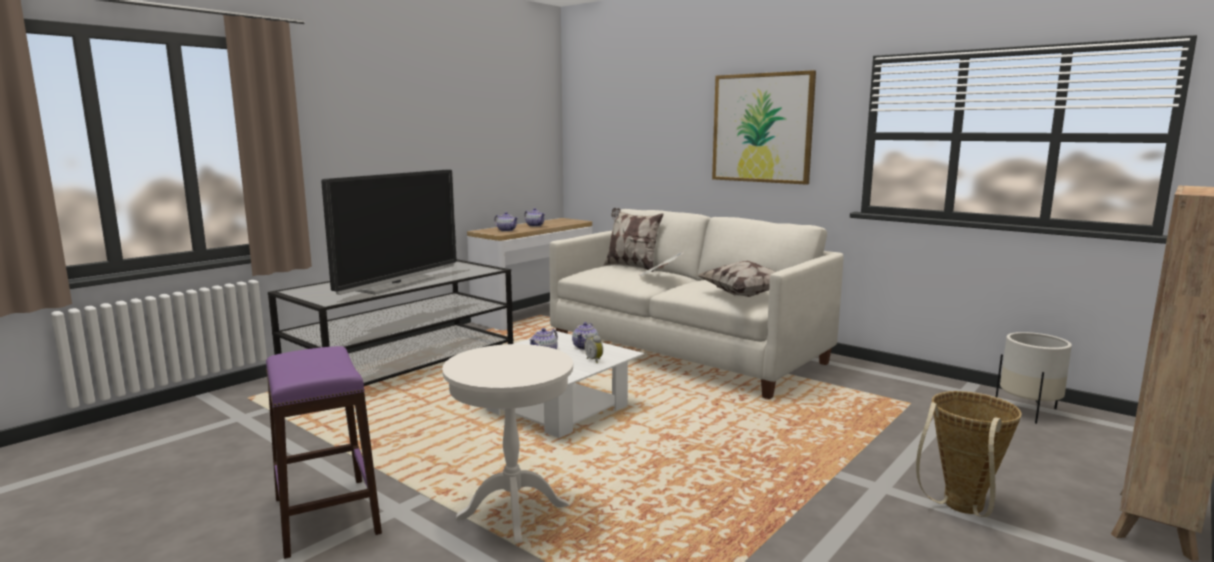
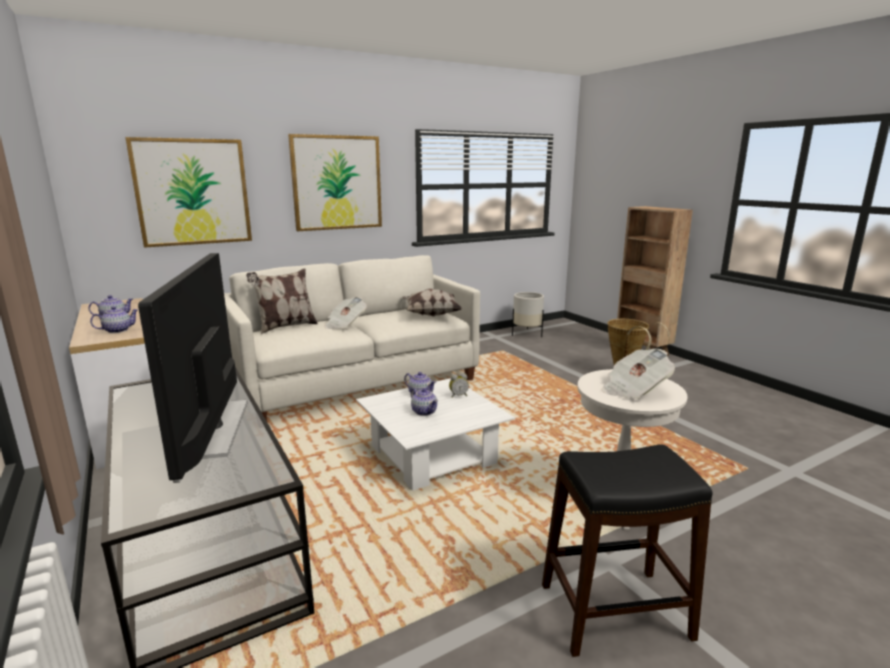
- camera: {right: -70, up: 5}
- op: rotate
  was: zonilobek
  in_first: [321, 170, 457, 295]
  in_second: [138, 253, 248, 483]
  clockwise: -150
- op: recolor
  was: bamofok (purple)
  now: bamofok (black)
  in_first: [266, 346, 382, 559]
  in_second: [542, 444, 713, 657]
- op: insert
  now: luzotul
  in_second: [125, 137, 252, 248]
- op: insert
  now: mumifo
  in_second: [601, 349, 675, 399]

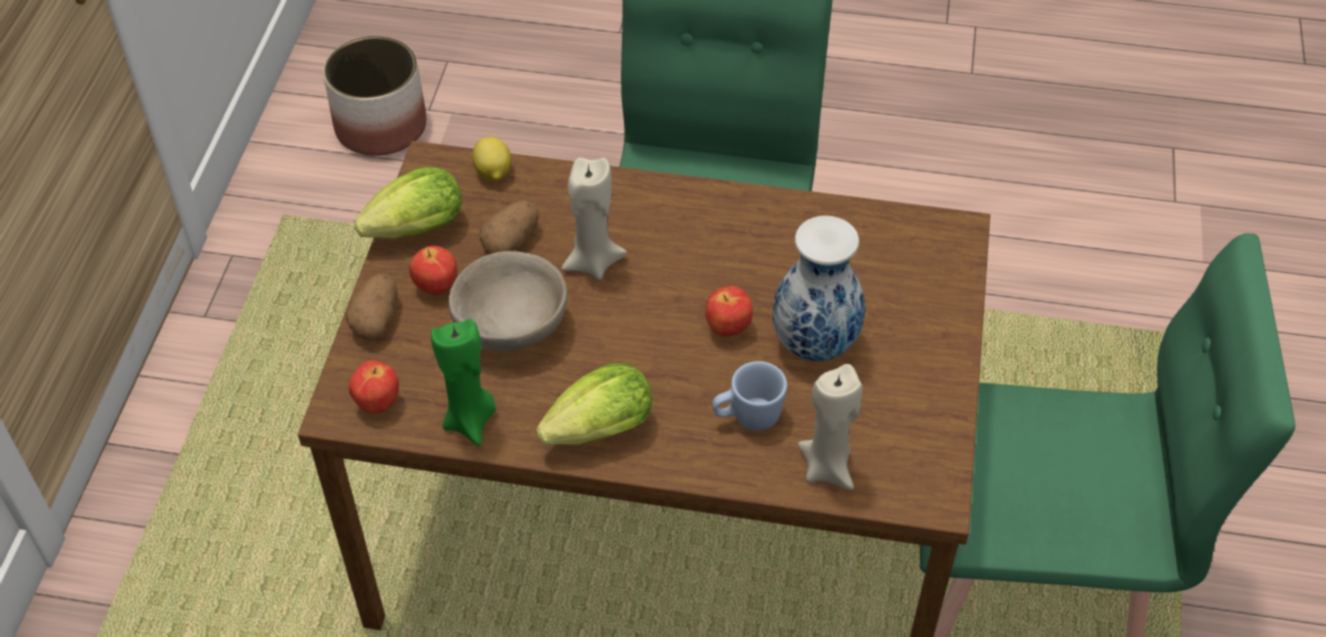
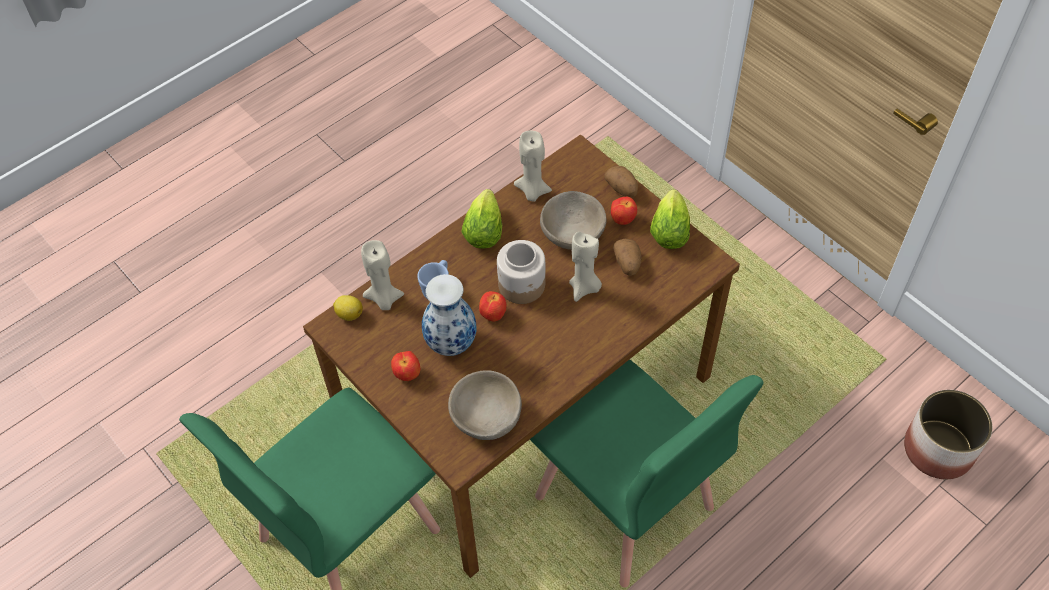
- camera: {right: 130, up: 5}
- op: move
  was: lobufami
  in_first: [472, 137, 512, 181]
  in_second: [333, 295, 363, 321]
- op: recolor
  was: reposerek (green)
  now: reposerek (beige)
  in_first: [431, 319, 496, 446]
  in_second: [514, 130, 552, 202]
- op: move
  was: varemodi
  in_first: [349, 360, 399, 414]
  in_second: [391, 351, 420, 381]
- op: insert
  now: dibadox
  in_second: [497, 240, 545, 304]
- op: insert
  now: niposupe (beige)
  in_second: [448, 370, 522, 440]

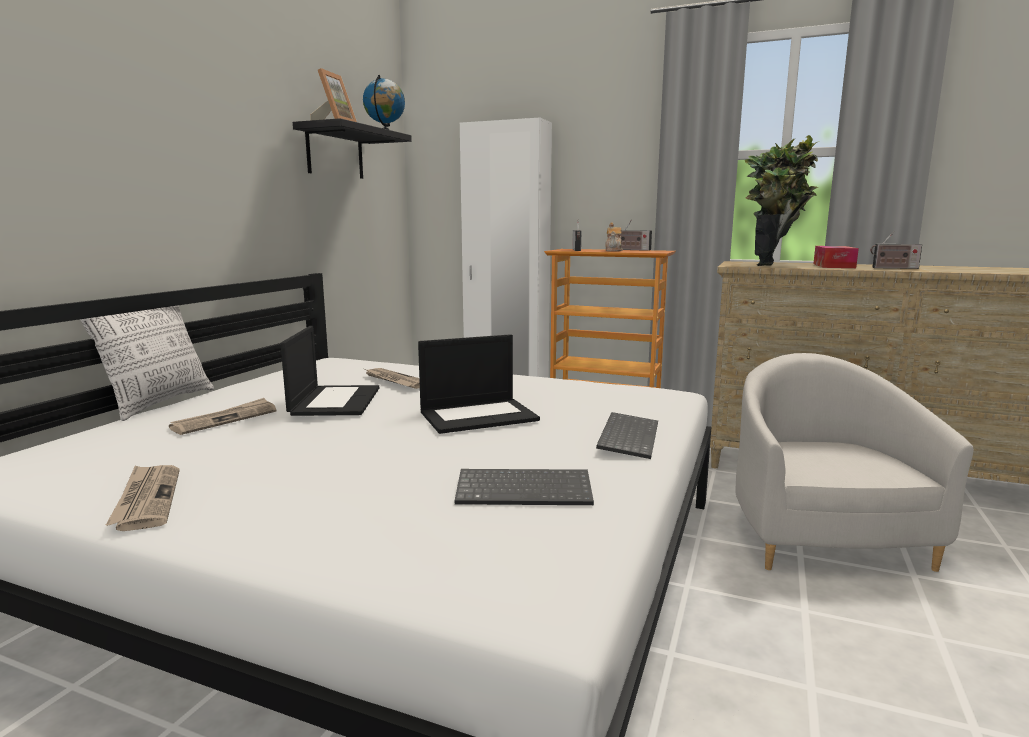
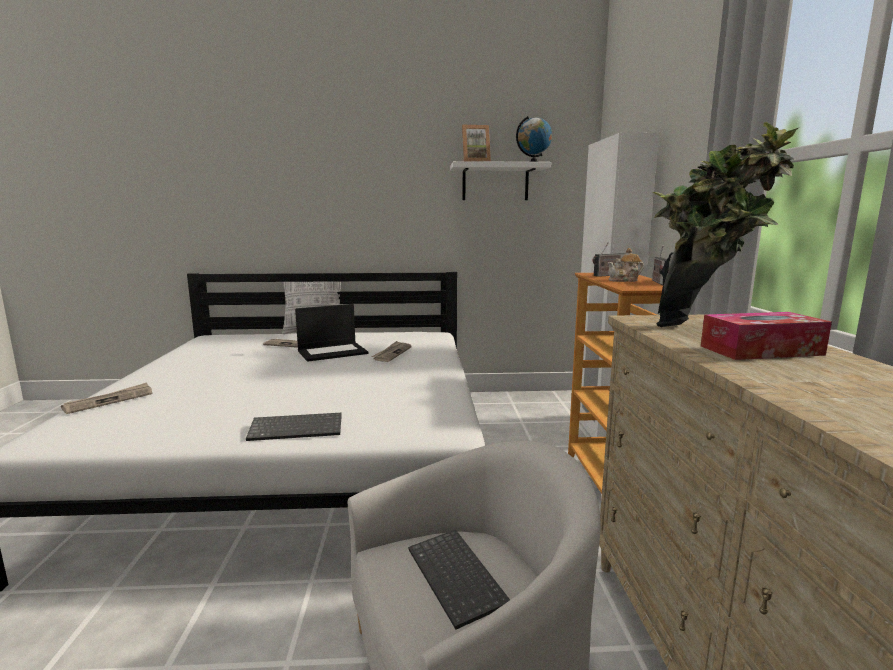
- camera: {right: 65, up: 0}
- op: recolor
  was: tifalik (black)
  now: tifalik (white)
  in_first: [293, 118, 412, 179]
  in_second: [450, 161, 551, 200]
- op: delete
  was: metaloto
  in_first: [871, 231, 922, 269]
- op: delete
  was: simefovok
  in_first: [418, 334, 540, 434]
- op: move
  was: mumifo
  in_first: [106, 465, 179, 531]
  in_second: [61, 382, 153, 414]
- op: move
  was: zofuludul
  in_first: [455, 469, 594, 505]
  in_second: [408, 529, 510, 629]

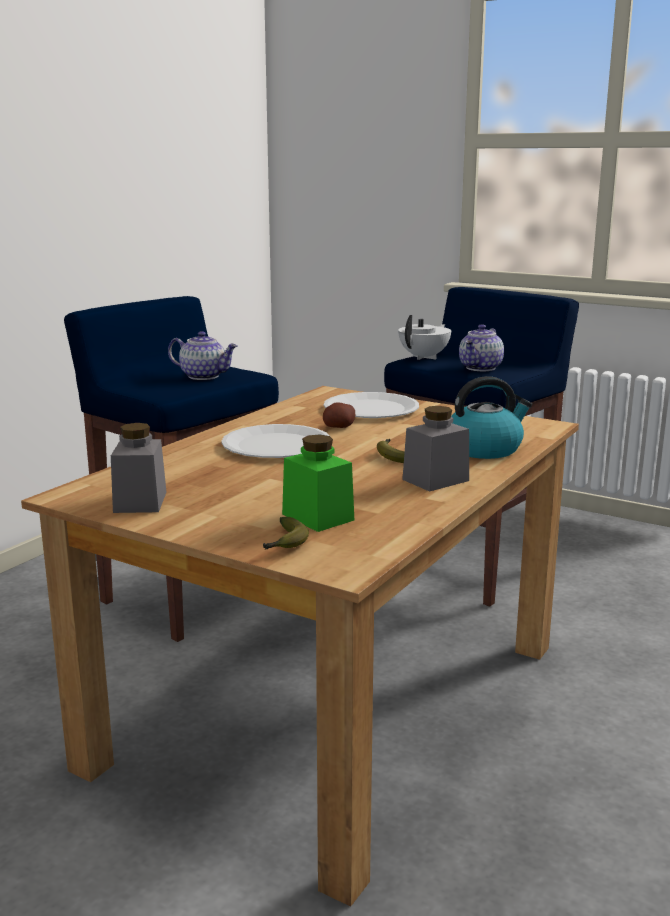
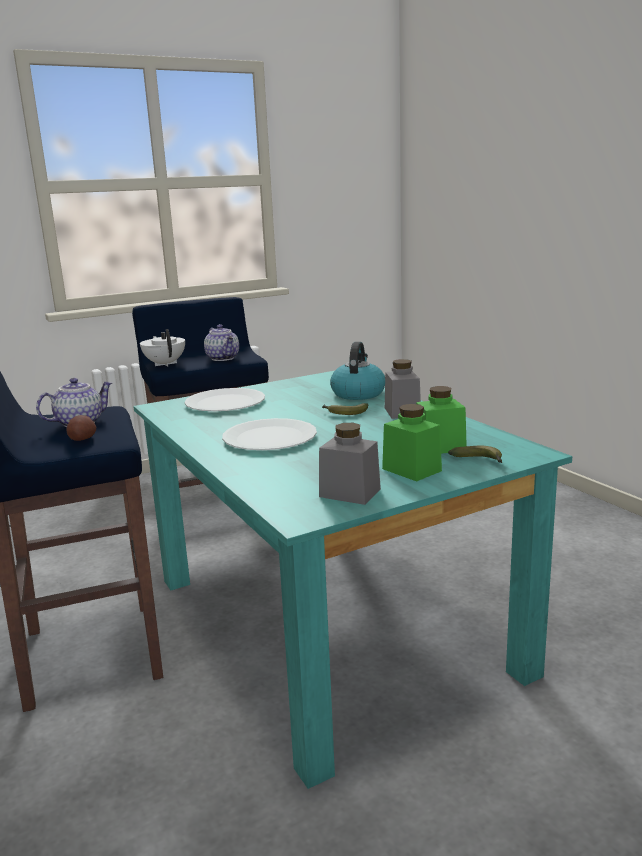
- camera: {right: -60, up: 0}
- op: recolor
  was: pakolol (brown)
  now: pakolol (turquoise)
  in_first: [21, 386, 579, 907]
  in_second: [133, 371, 572, 789]
- op: move
  was: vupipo
  in_first: [323, 402, 355, 428]
  in_second: [66, 415, 96, 441]
- op: insert
  now: dibadox (green)
  in_second: [382, 404, 442, 482]

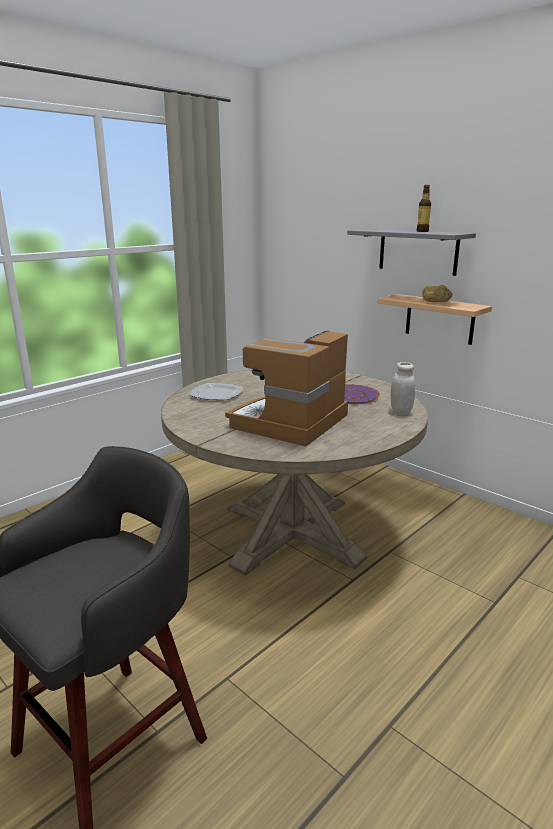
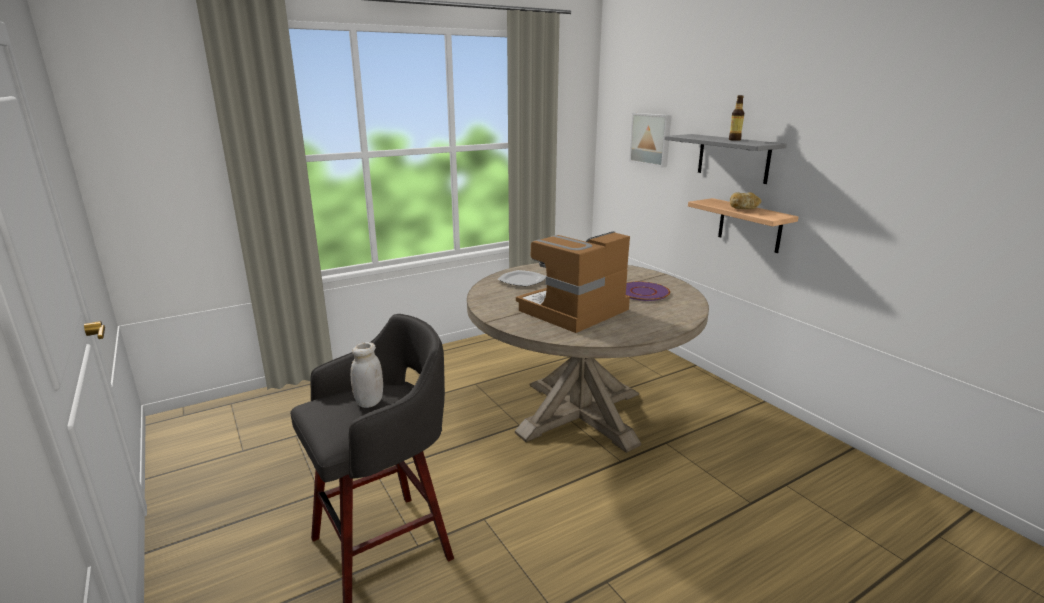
- camera: {right: 15, up: 0}
- op: move
  was: dibadox (white)
  in_first: [391, 362, 415, 414]
  in_second: [351, 342, 383, 408]
- op: insert
  now: luzotul
  in_second: [629, 113, 672, 167]

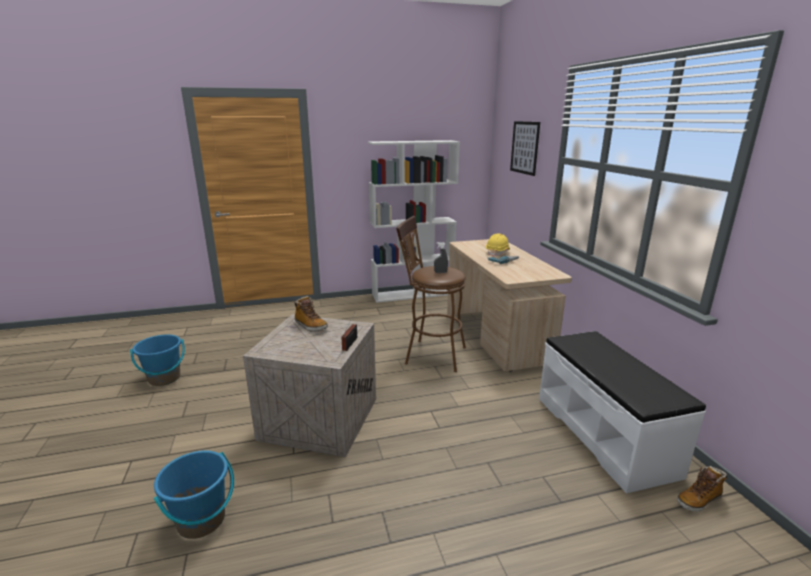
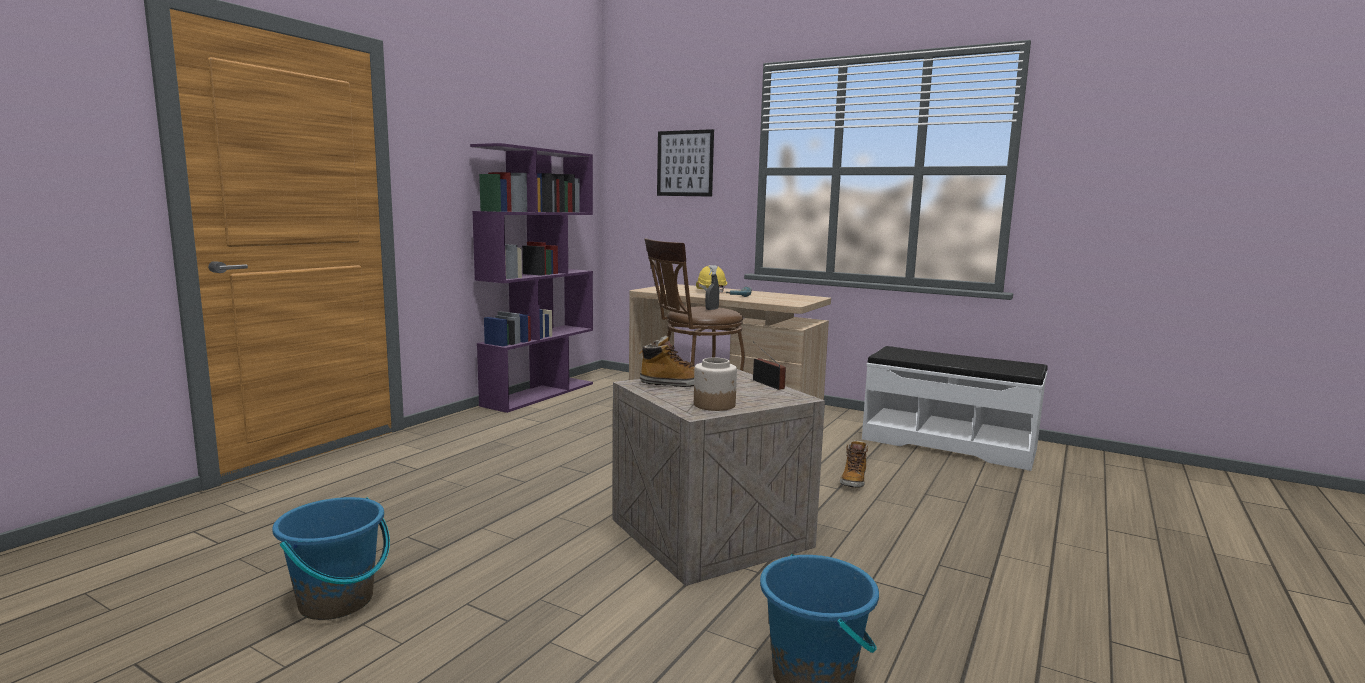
- camera: {right: -45, up: -10}
- op: recolor
  was: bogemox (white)
  now: bogemox (purple)
  in_first: [368, 140, 460, 303]
  in_second: [470, 143, 593, 413]
- op: move
  was: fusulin
  in_first: [677, 466, 727, 512]
  in_second: [840, 440, 868, 488]
- op: insert
  now: dibadox
  in_second: [694, 358, 737, 411]

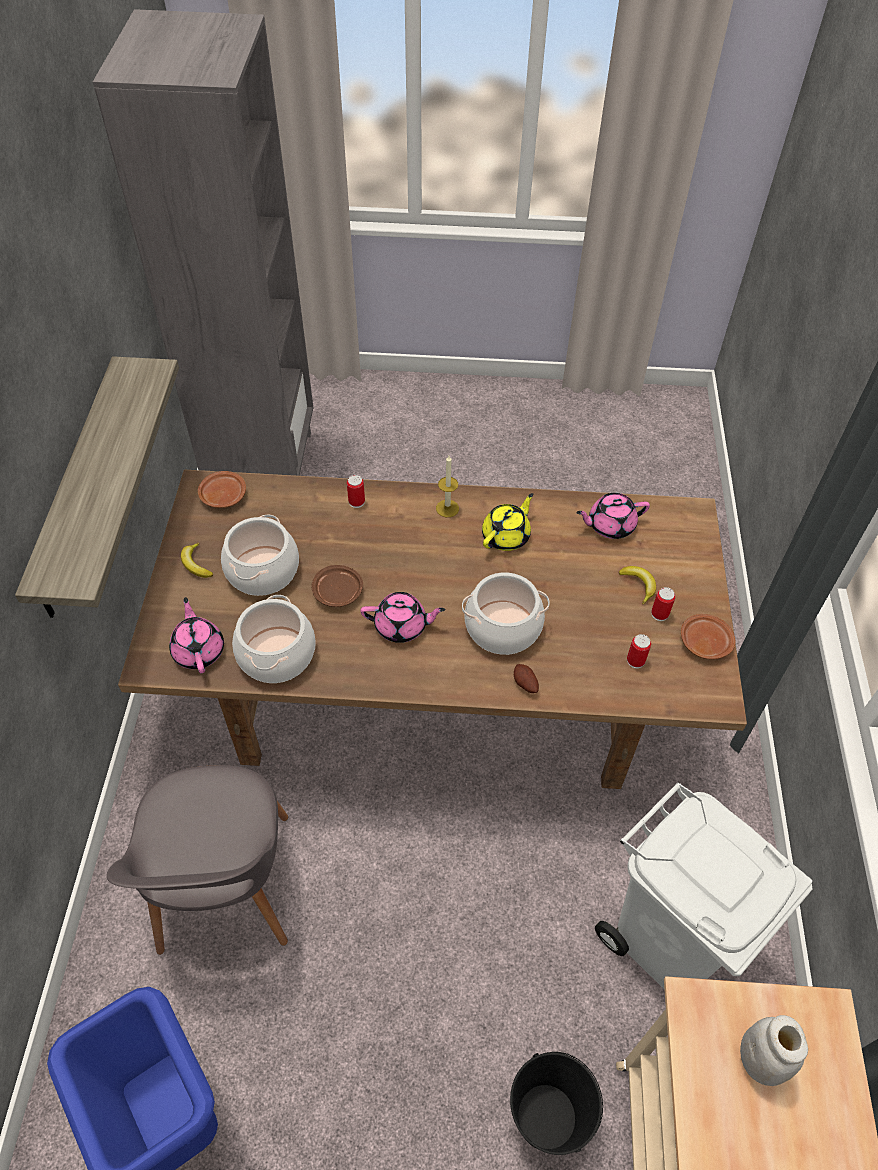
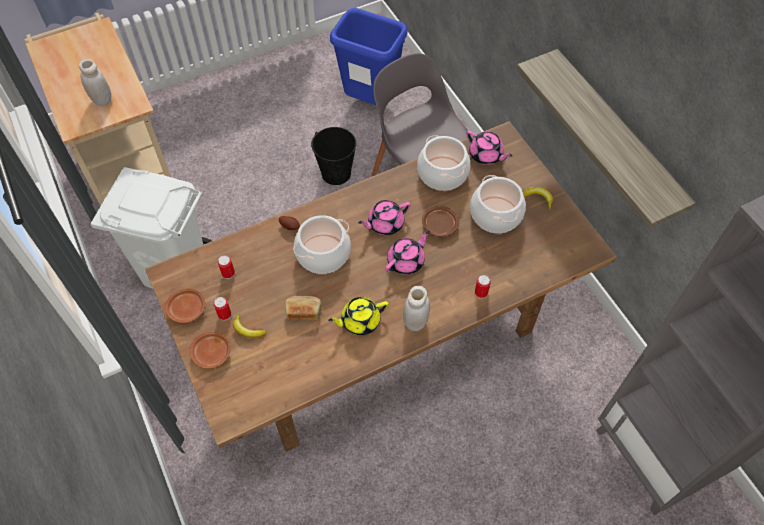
- camera: {right: 150, up: 5}
- op: replace
  was: reposerek
  now: dibadox (white)
  in_first: [436, 456, 459, 517]
  in_second: [403, 286, 430, 331]
- op: move
  was: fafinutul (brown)
  in_first: [198, 471, 246, 508]
  in_second: [189, 332, 231, 369]
- op: rotate
  was: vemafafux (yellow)
  in_first: [482, 493, 533, 551]
  in_second: [328, 297, 389, 335]
  clockwise: 60
- op: move
  was: vemafafux (pink)
  in_first: [576, 493, 650, 539]
  in_second: [385, 231, 429, 275]
- op: move
  was: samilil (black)
  in_first: [510, 1052, 603, 1155]
  in_second: [311, 127, 356, 185]
- op: insert
  now: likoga
  in_second: [285, 296, 322, 320]

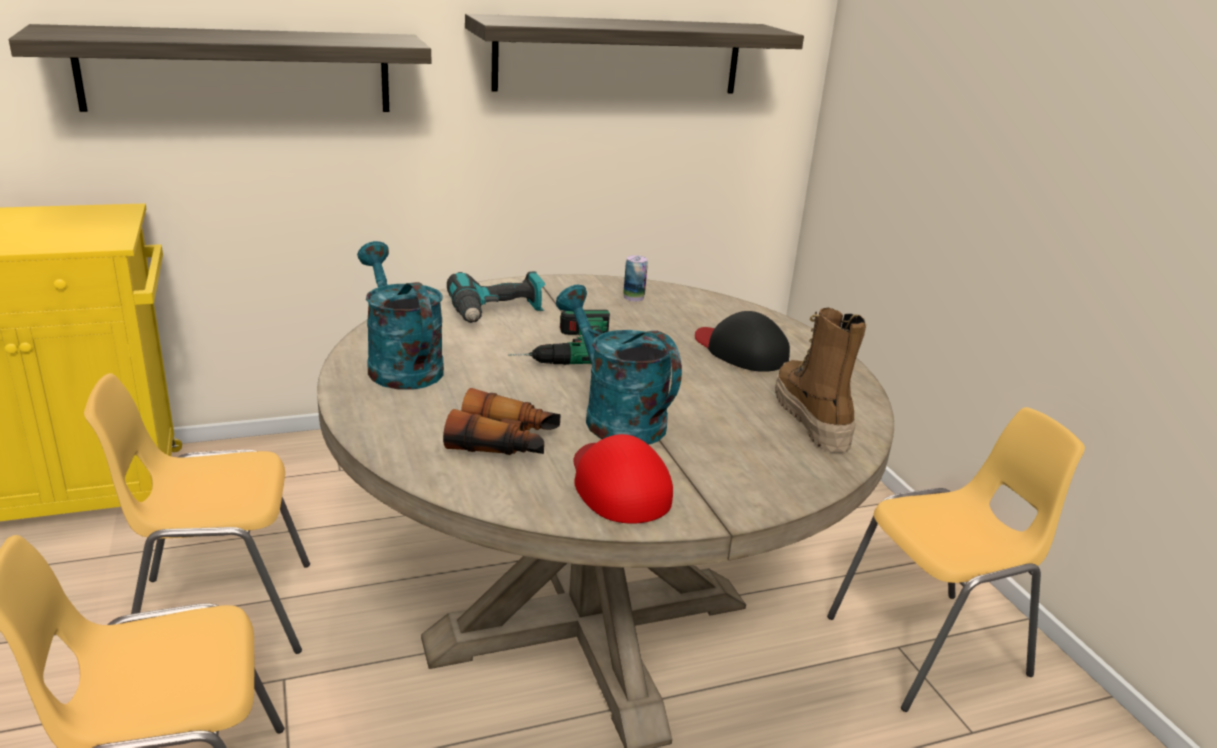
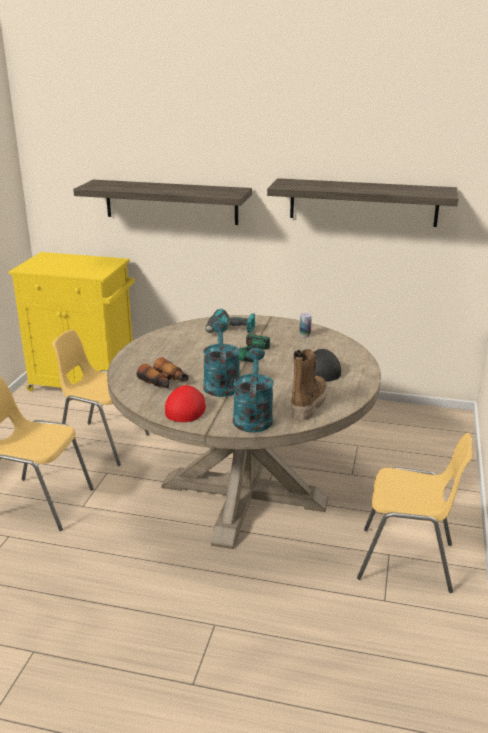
- camera: {right: 35, up: 0}
- op: move
  was: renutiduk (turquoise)
  in_first: [357, 241, 444, 390]
  in_second: [233, 348, 274, 433]

